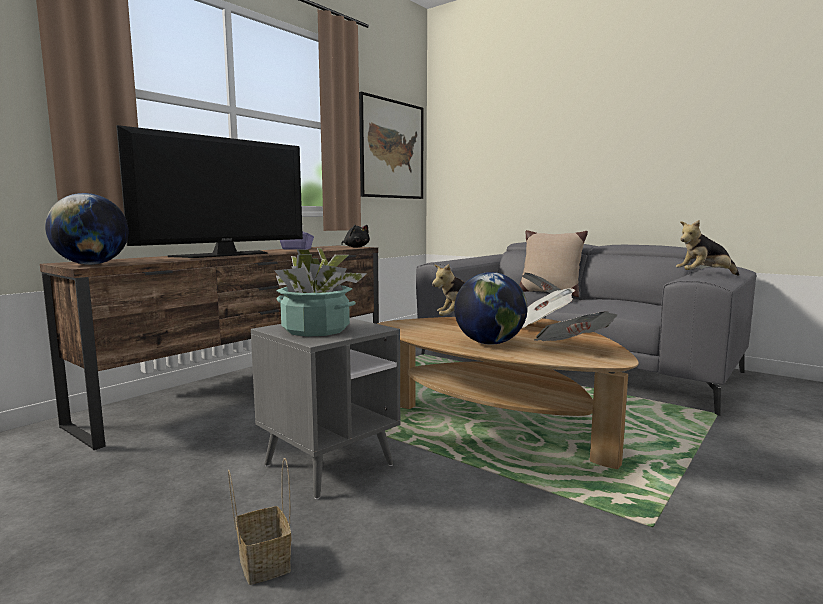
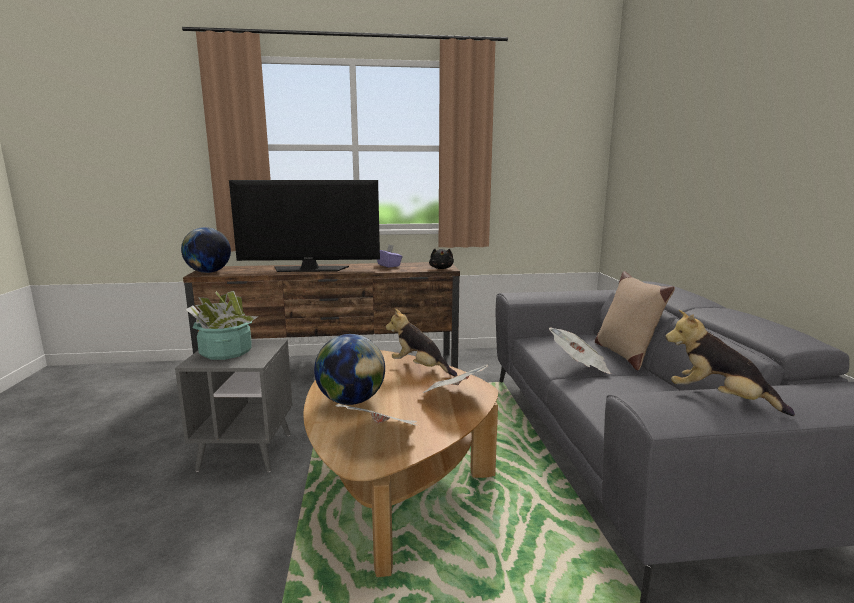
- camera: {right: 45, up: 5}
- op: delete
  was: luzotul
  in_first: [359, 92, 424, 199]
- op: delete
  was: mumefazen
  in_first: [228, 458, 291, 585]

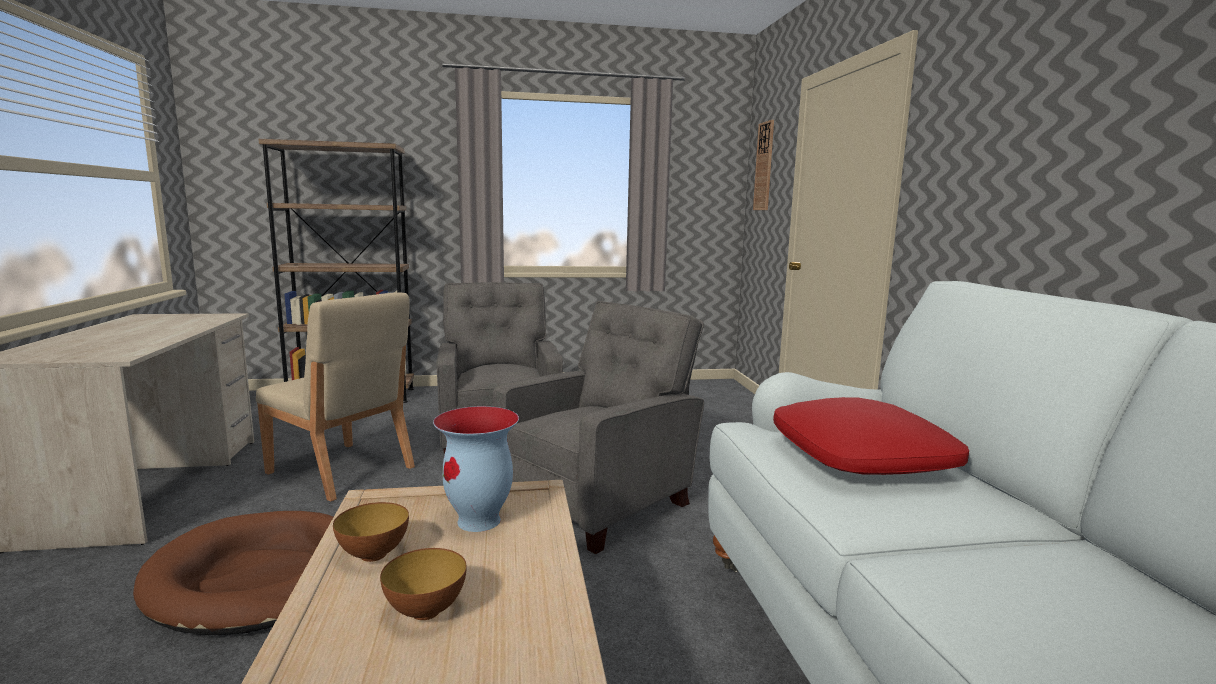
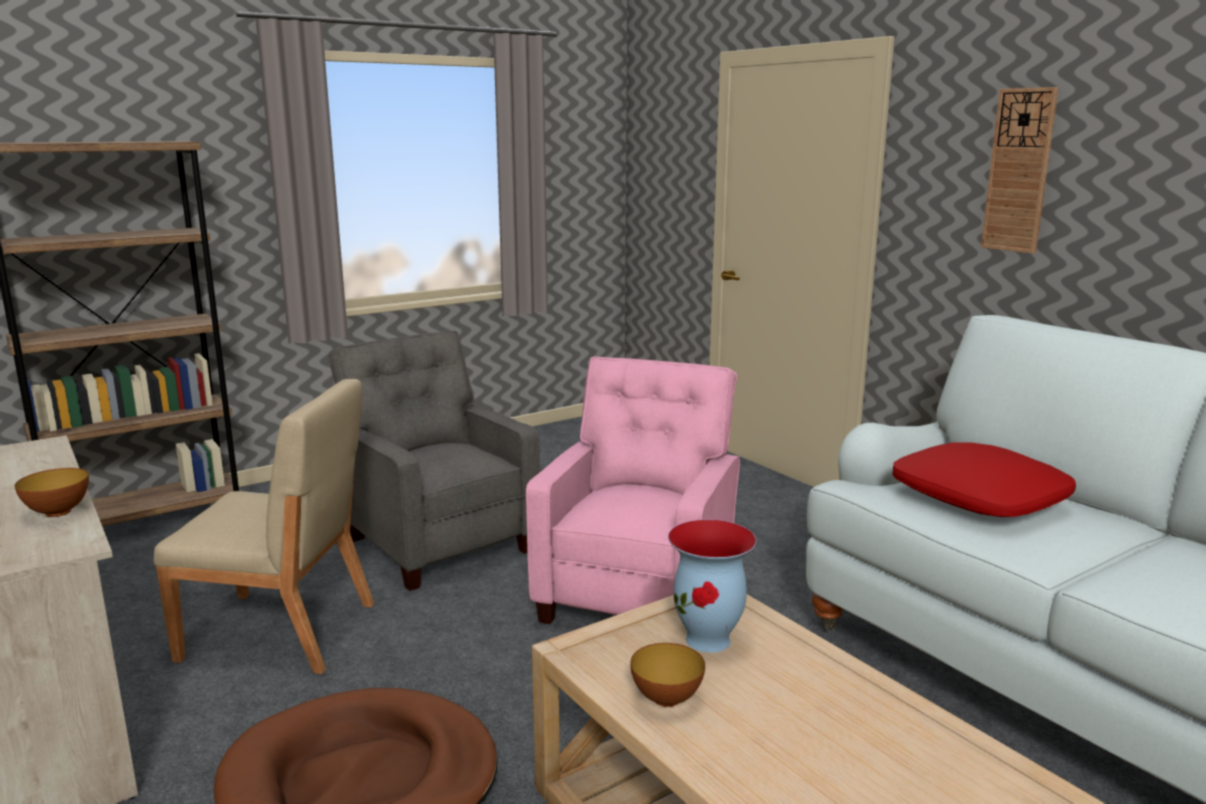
- camera: {right: -25, up: 5}
- op: move
  was: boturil
  in_first: [753, 120, 774, 210]
  in_second: [981, 87, 1059, 254]
- op: recolor
  was: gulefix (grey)
  now: gulefix (pink)
  in_first: [493, 301, 704, 554]
  in_second: [526, 357, 740, 624]
- op: move
  was: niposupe
  in_first: [380, 548, 467, 620]
  in_second: [15, 468, 89, 517]

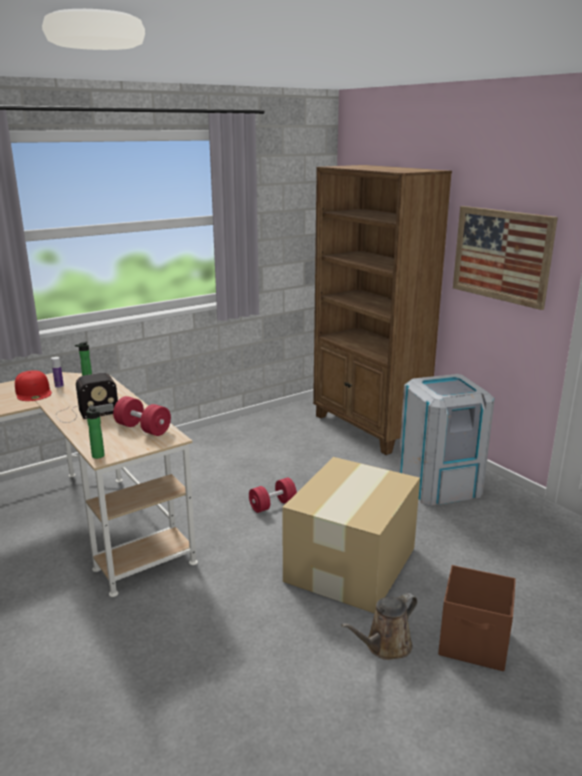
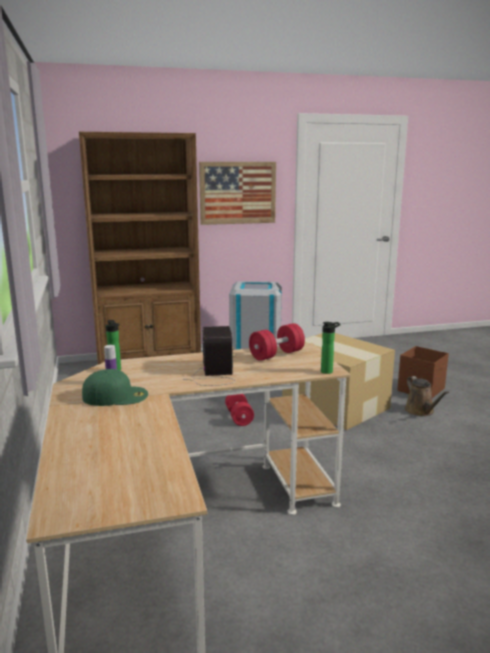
- camera: {right: -70, up: -5}
- op: recolor
  was: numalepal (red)
  now: numalepal (green)
  in_first: [15, 370, 52, 401]
  in_second: [82, 369, 148, 406]

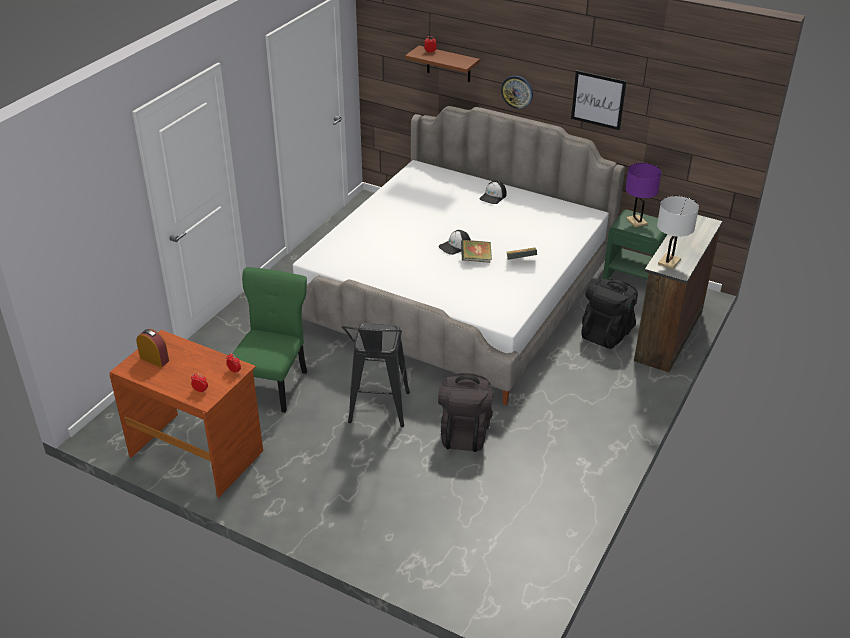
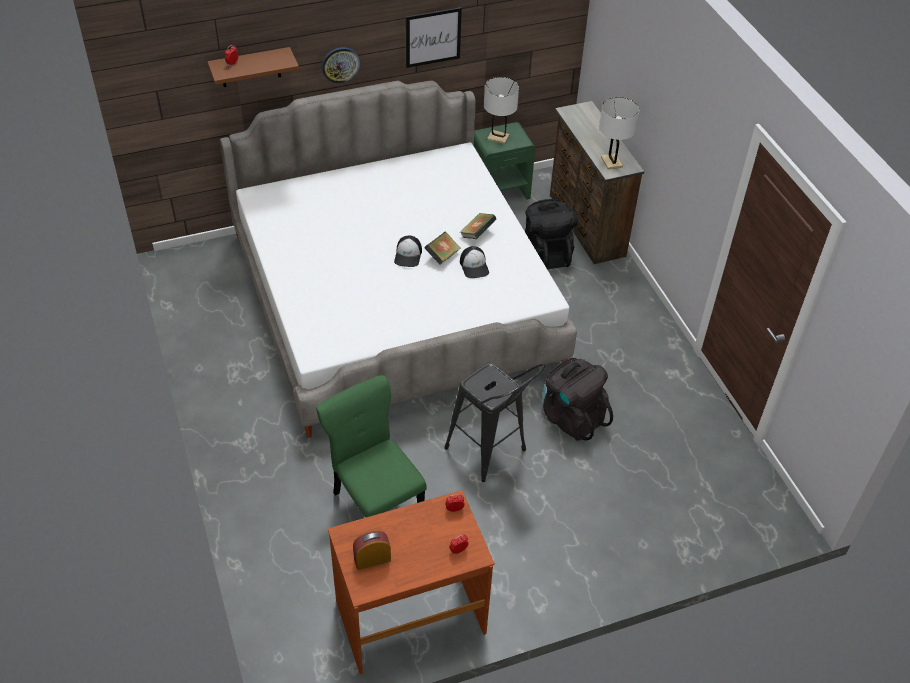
- camera: {right: -50, up: 10}
- op: recolor
  was: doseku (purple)
  now: doseku (white)
  in_first: [625, 163, 661, 228]
  in_second: [484, 77, 519, 144]
- op: move
  was: numalepal
  in_first: [479, 181, 506, 204]
  in_second: [460, 246, 489, 278]

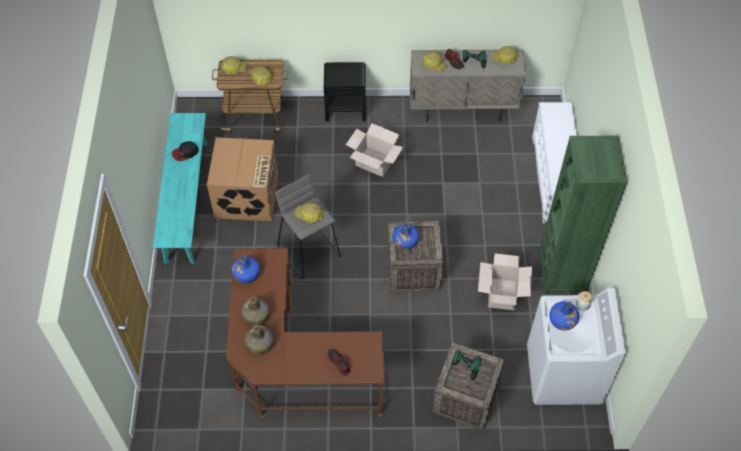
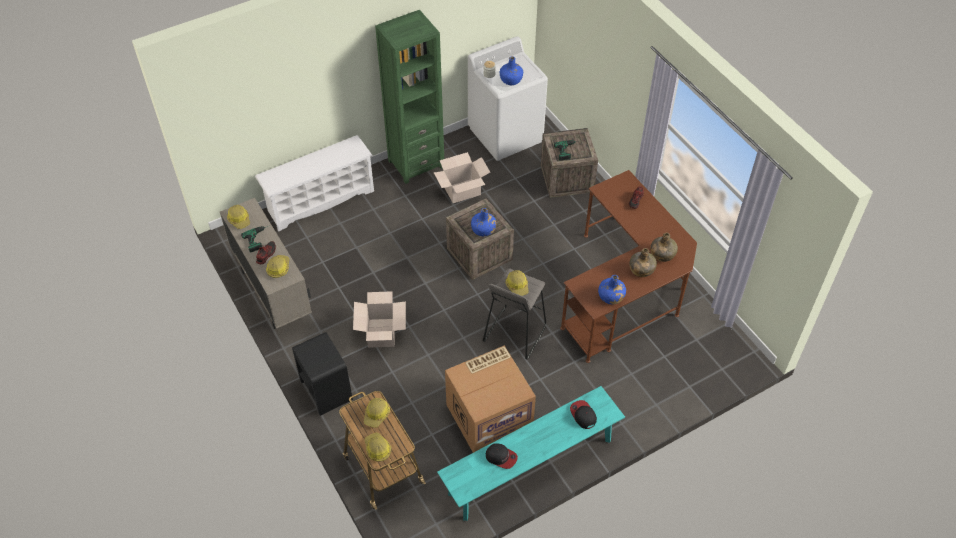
- camera: {right: -120, up: -5}
- op: insert
  now: numalepal
  in_second: [570, 400, 597, 429]

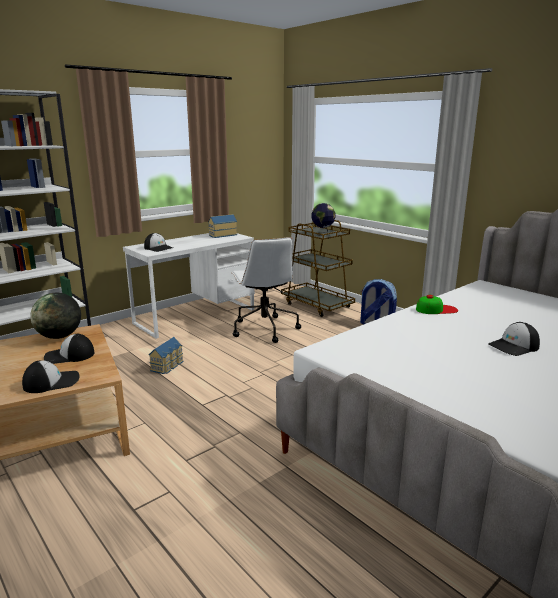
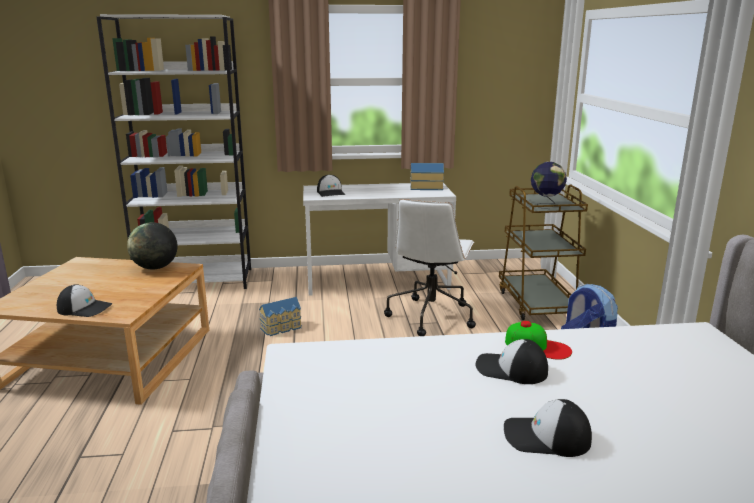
- camera: {right: 35, up: 0}
- op: move
  was: numalepal
  in_first: [44, 334, 95, 364]
  in_second: [475, 339, 548, 384]

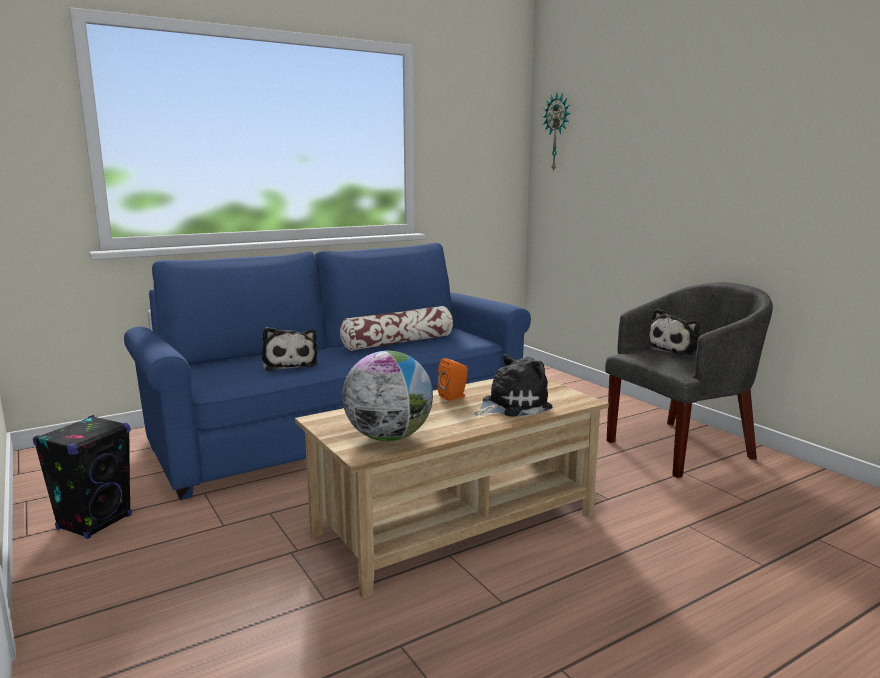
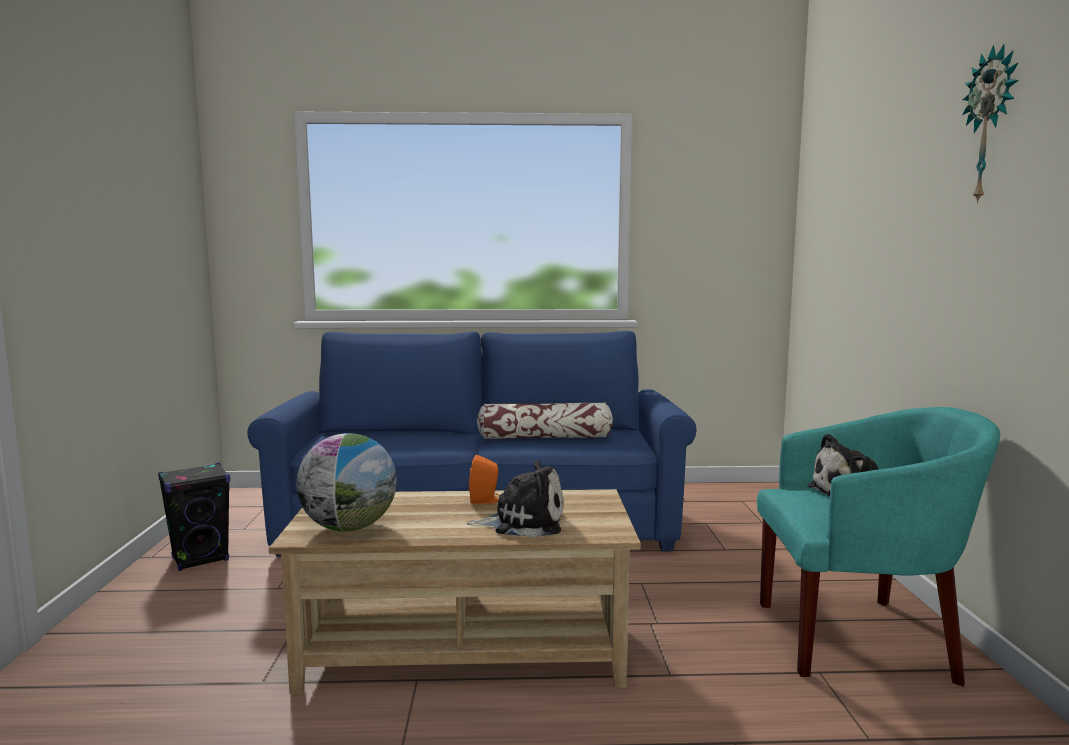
- camera: {right: 30, up: -5}
- op: move
  was: boturil
  in_first: [542, 93, 571, 172]
  in_second: [962, 44, 1019, 204]
- op: recolor
  was: gulefix (grey)
  now: gulefix (turquoise)
  in_first: [605, 282, 773, 478]
  in_second: [757, 407, 1000, 687]
- op: delete
  was: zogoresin
  in_first: [262, 327, 318, 371]

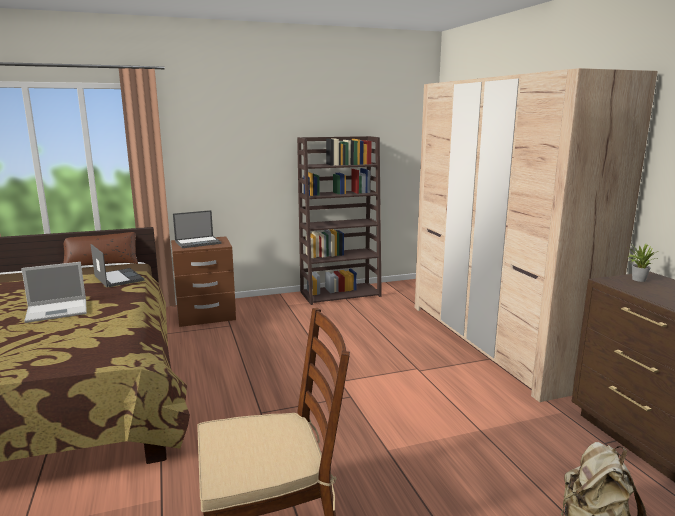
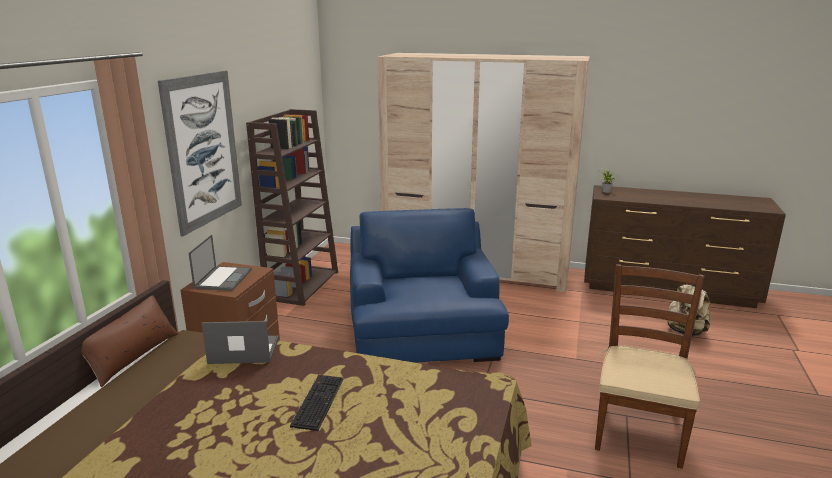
- camera: {right: -55, up: 5}
- op: replace
  was: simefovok
  now: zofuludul
  in_first: [21, 262, 87, 323]
  in_second: [290, 375, 344, 431]
- op: insert
  now: luzotul
  in_second: [158, 70, 242, 236]
- op: insert
  now: gulefix (blue)
  in_second: [350, 208, 509, 363]

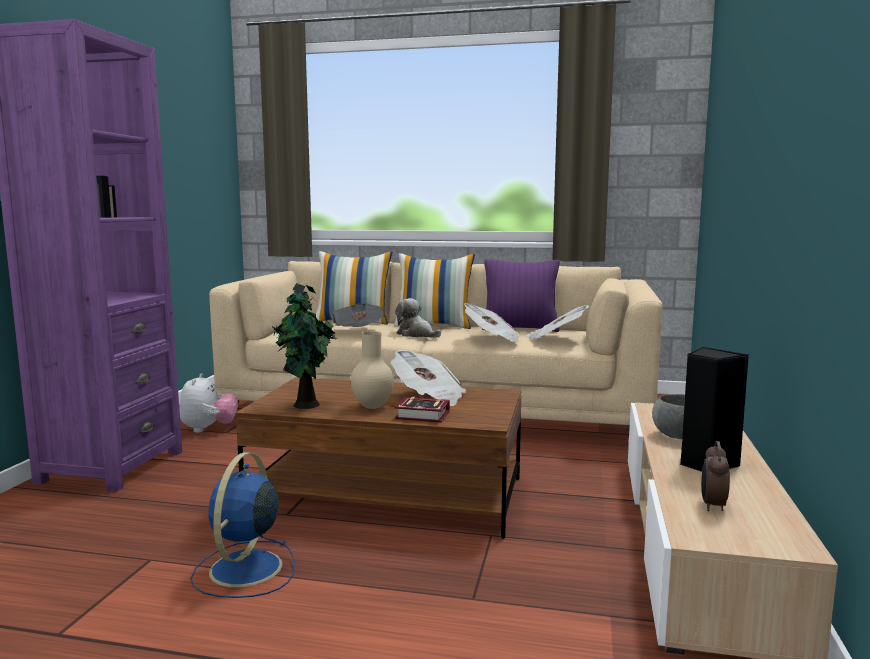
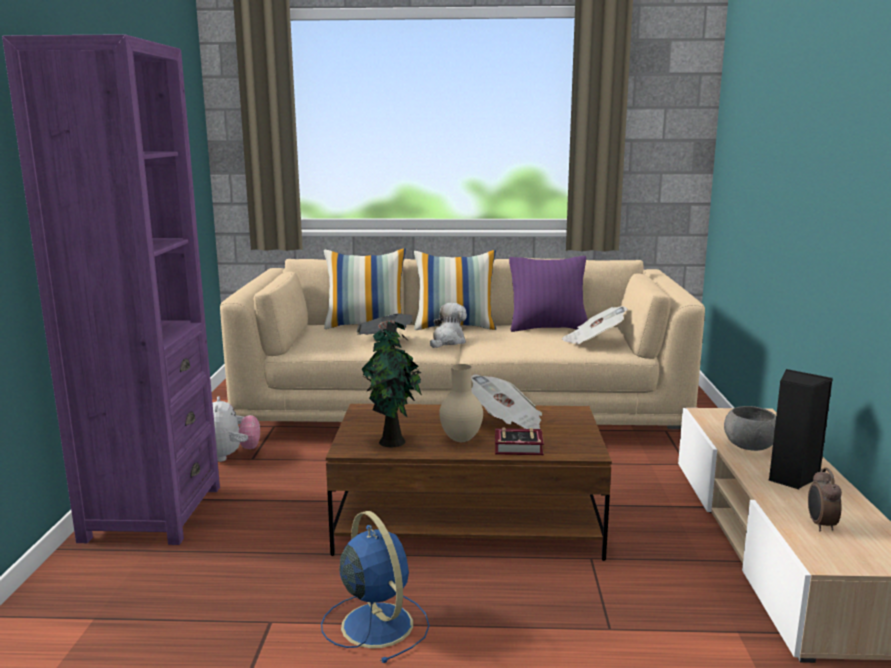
- camera: {right: -10, up: 5}
- op: rotate
  was: zogoresin
  in_first: [395, 298, 441, 338]
  in_second: [430, 303, 467, 348]
  clockwise: 90
- op: delete
  was: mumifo
  in_first: [464, 303, 520, 343]
- op: rotate
  was: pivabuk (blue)
  in_first: [190, 452, 295, 598]
  in_second: [321, 511, 430, 663]
  clockwise: 150

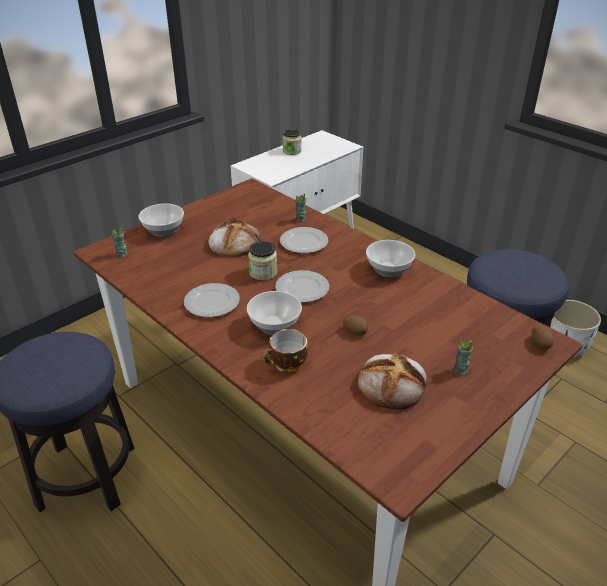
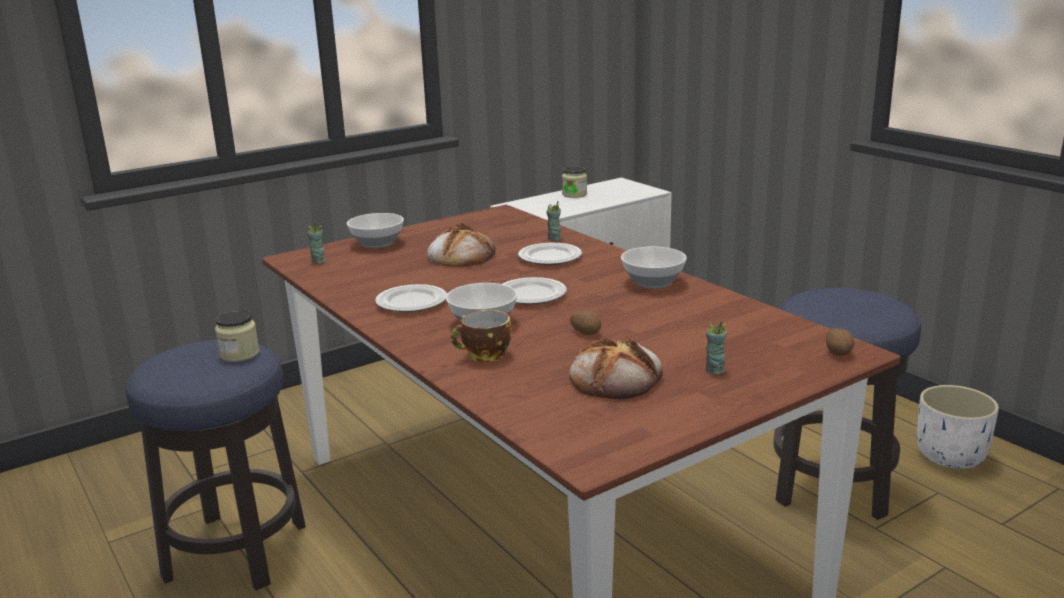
- camera: {right: 10, up: -15}
- op: move
  was: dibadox
  in_first: [248, 241, 277, 280]
  in_second: [215, 310, 259, 362]

